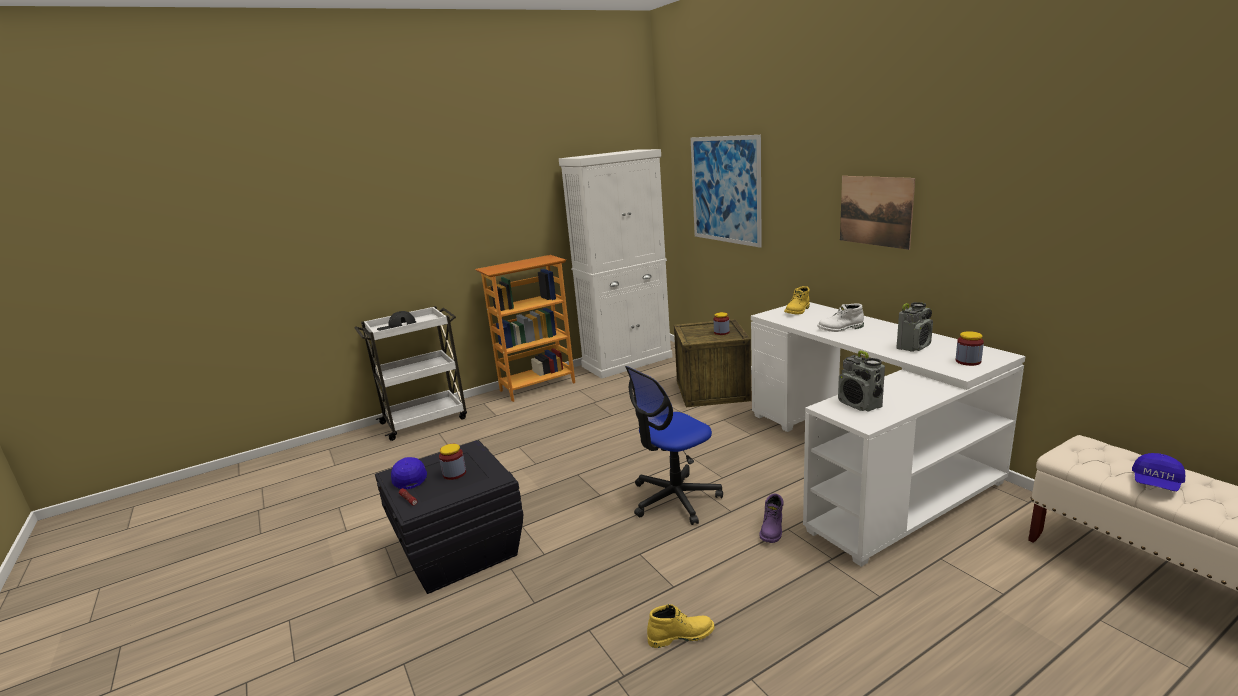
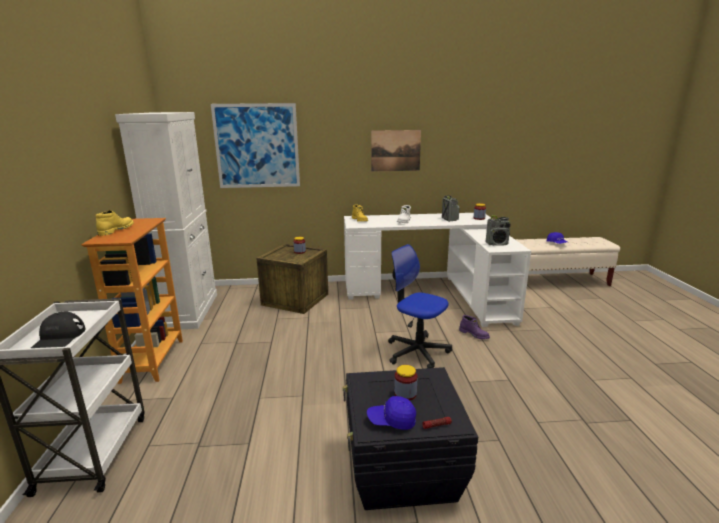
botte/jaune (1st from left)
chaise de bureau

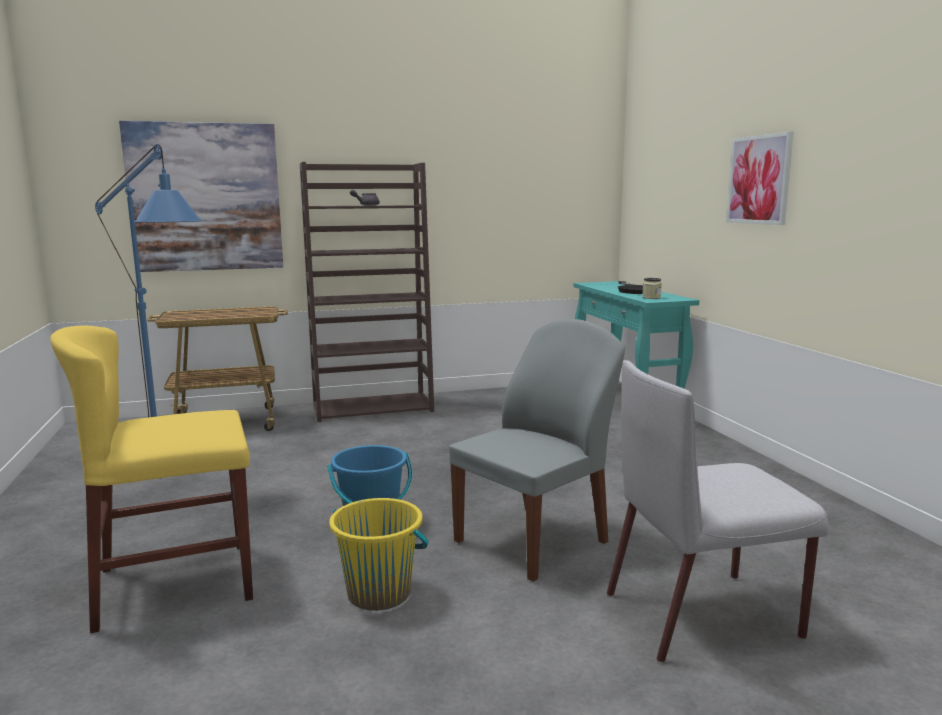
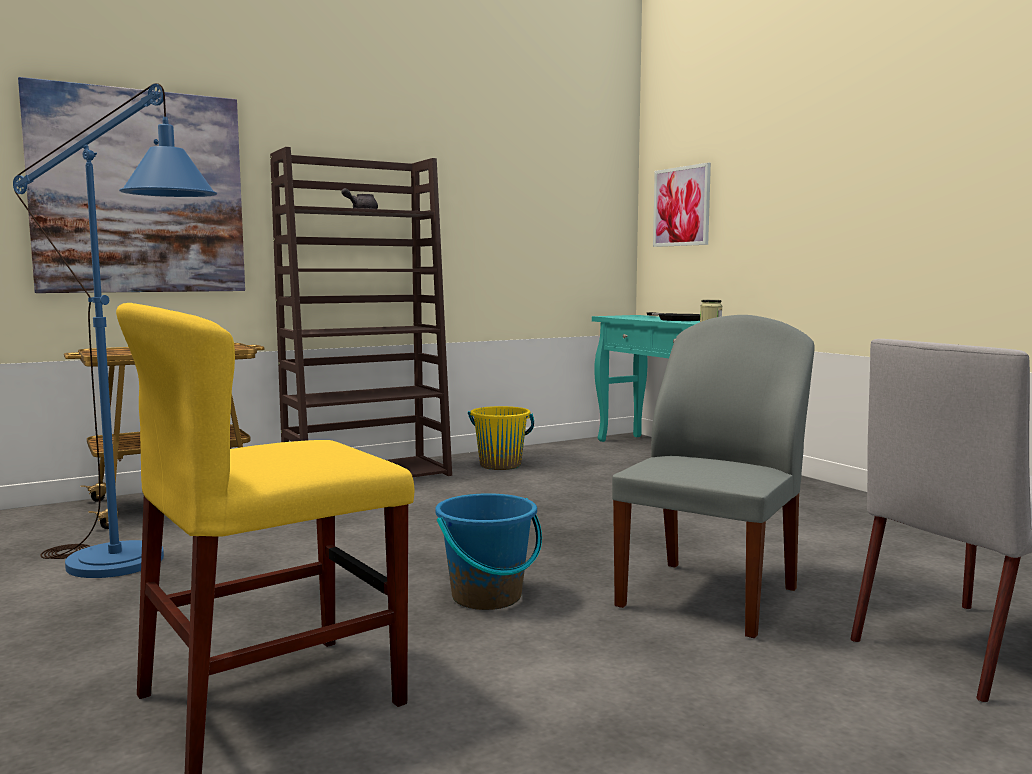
seau/jaune
tableau (2nd from left)

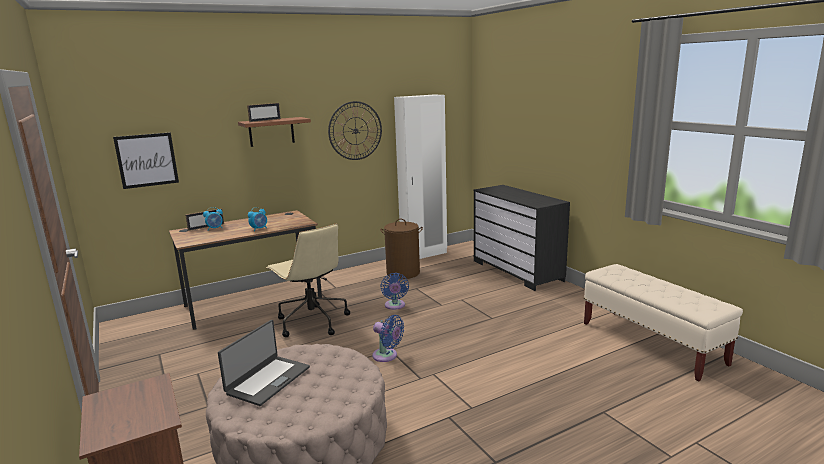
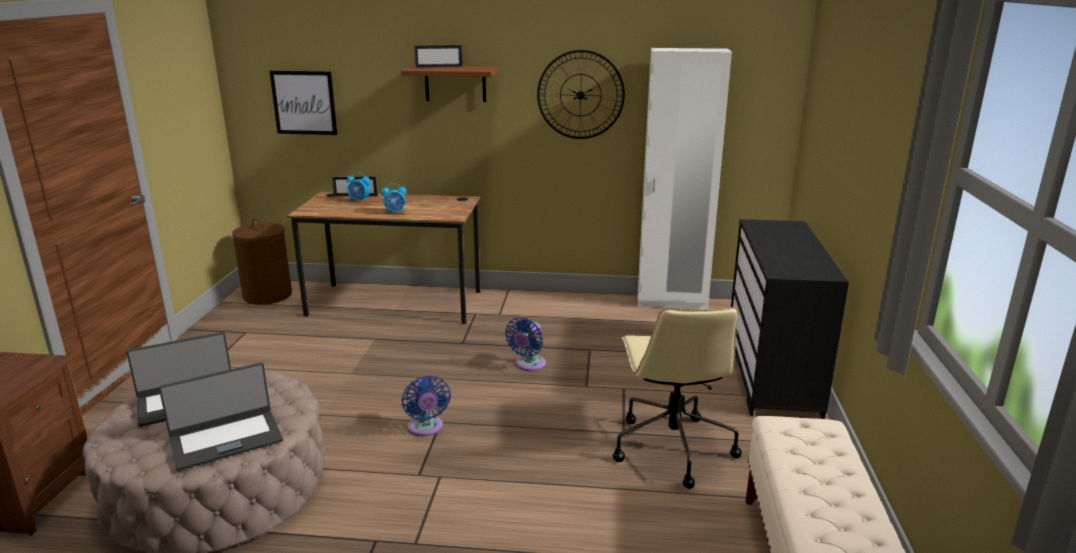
ordinateur portable (2nd from left)
panier à linge/marron
chaise de bureau/beige

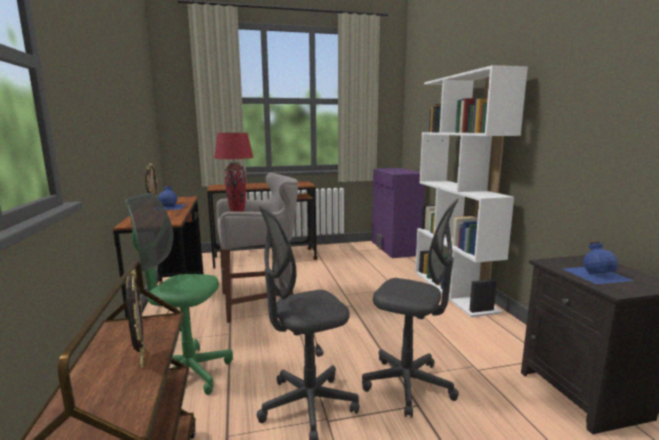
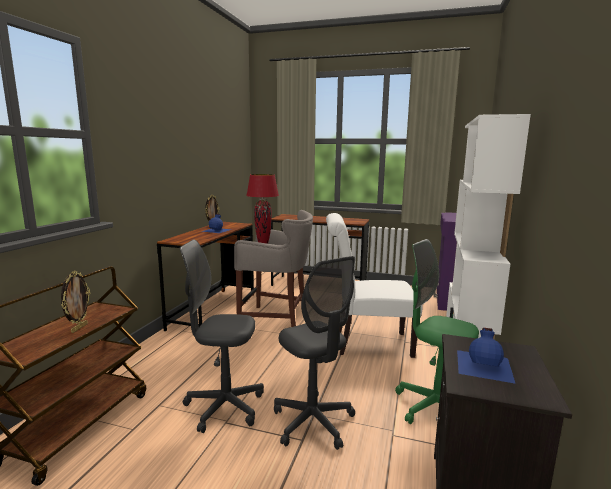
chaise/blanc
chaise de bureau/vert

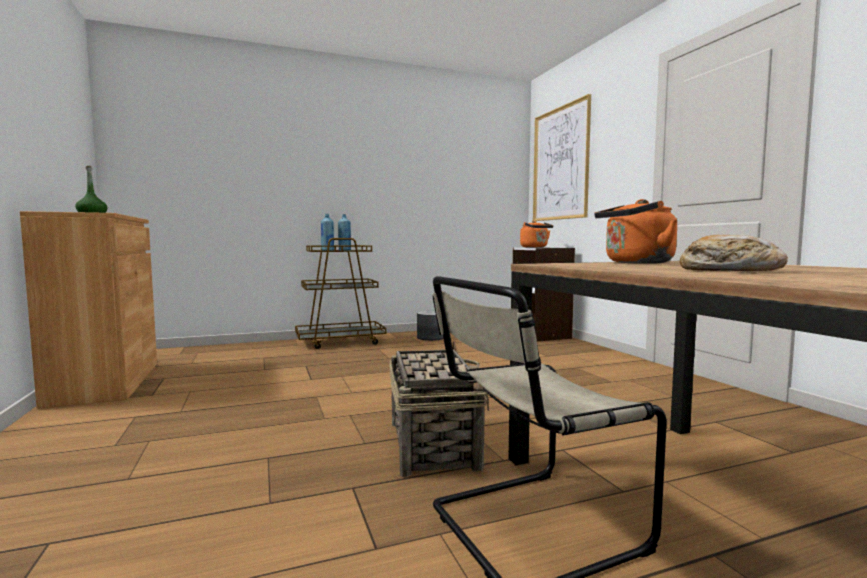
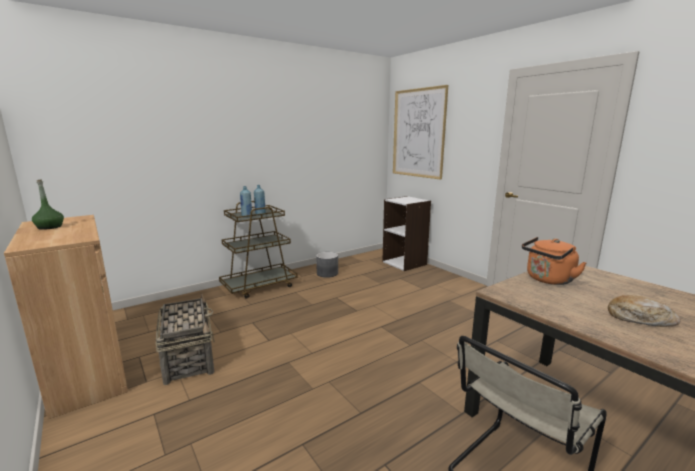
panier
bouilloire/orange (1st from left in the first image)

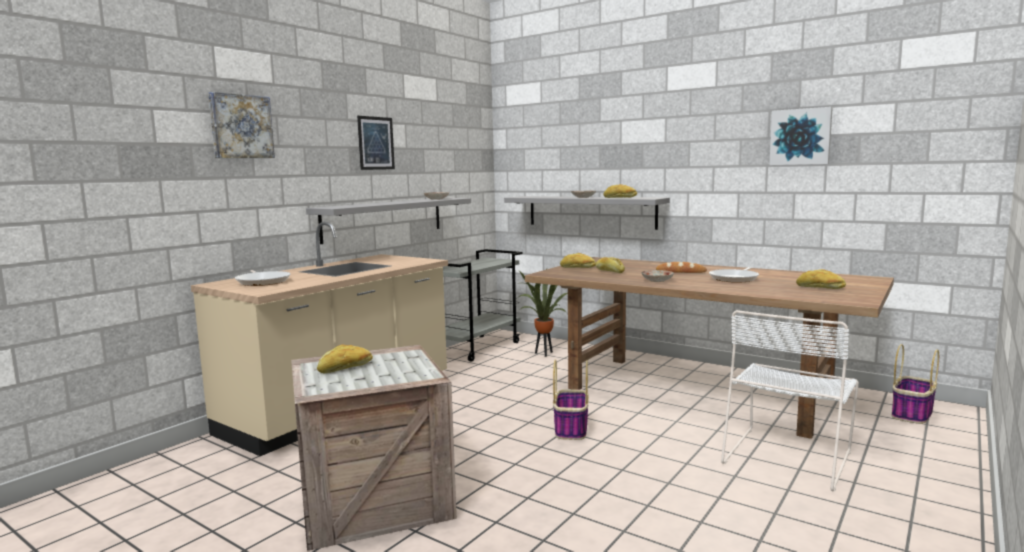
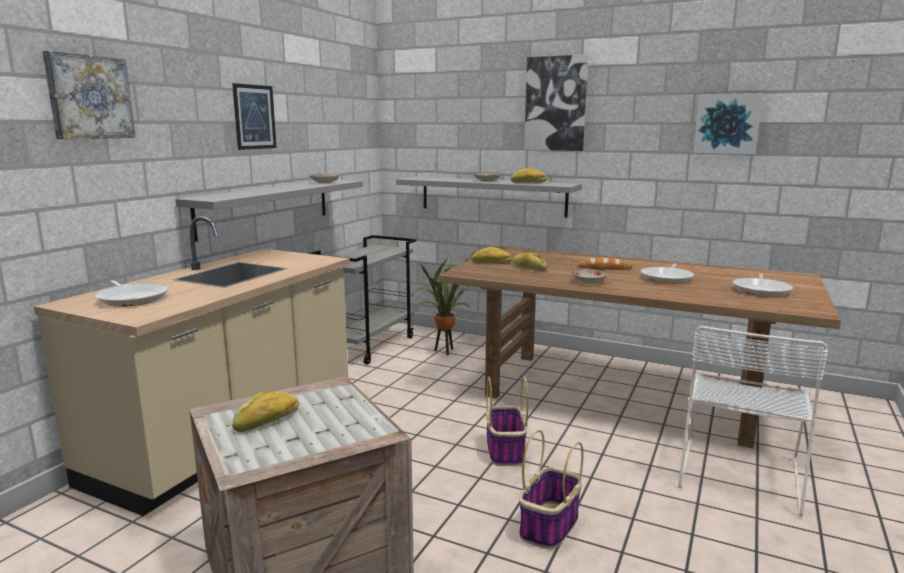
panier (2nd from left)
tableau (3rd from left)
poêle (3rd from left)

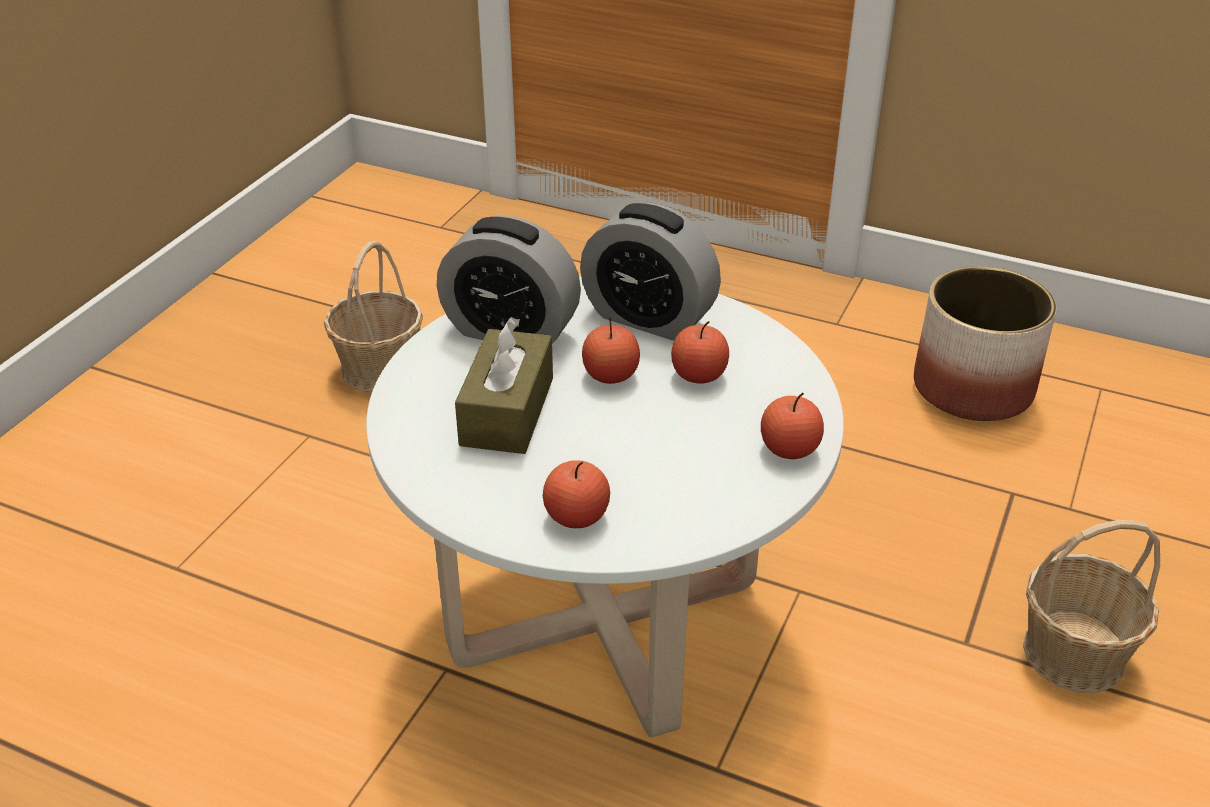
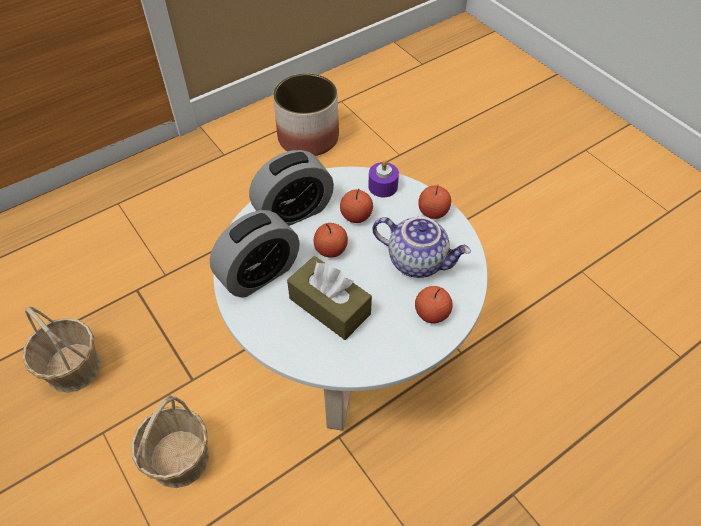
panier (2nd from left)
bougie/violet
théière

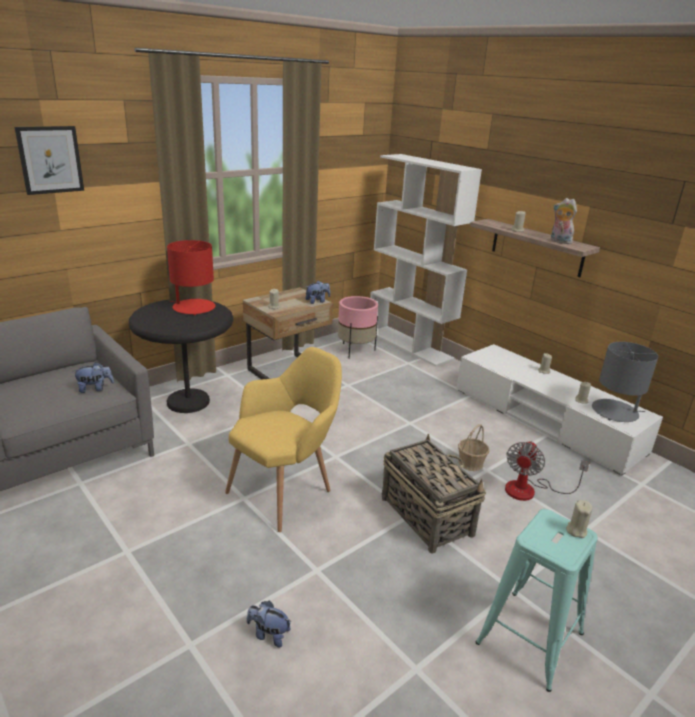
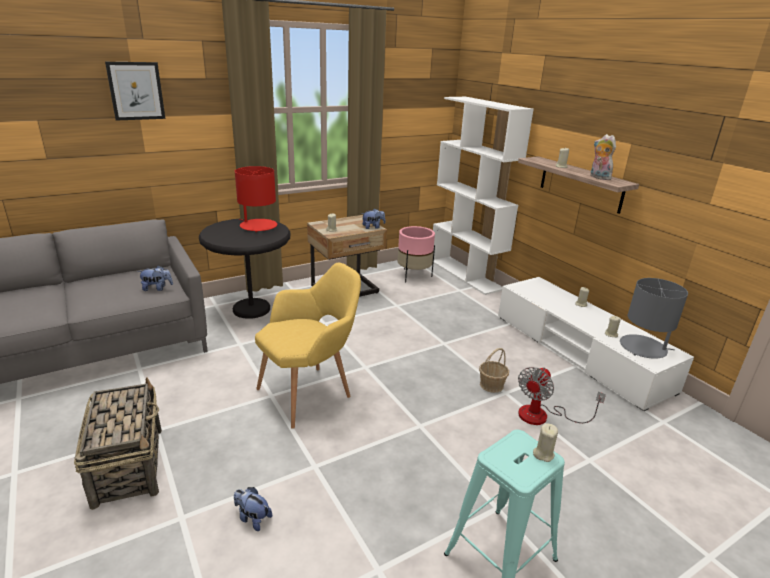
panier (1st from left)

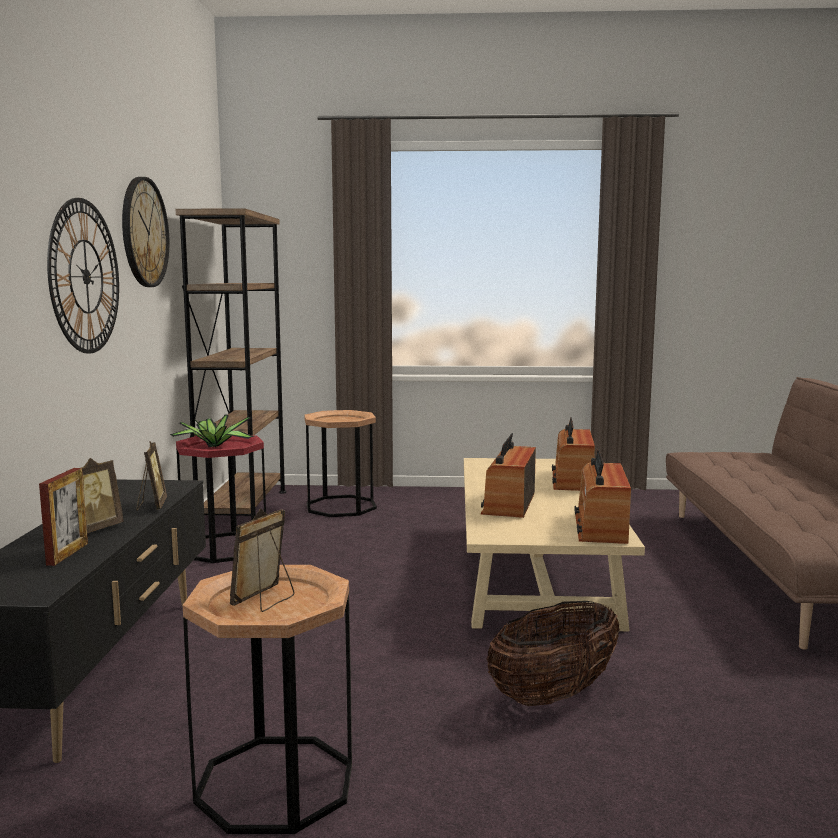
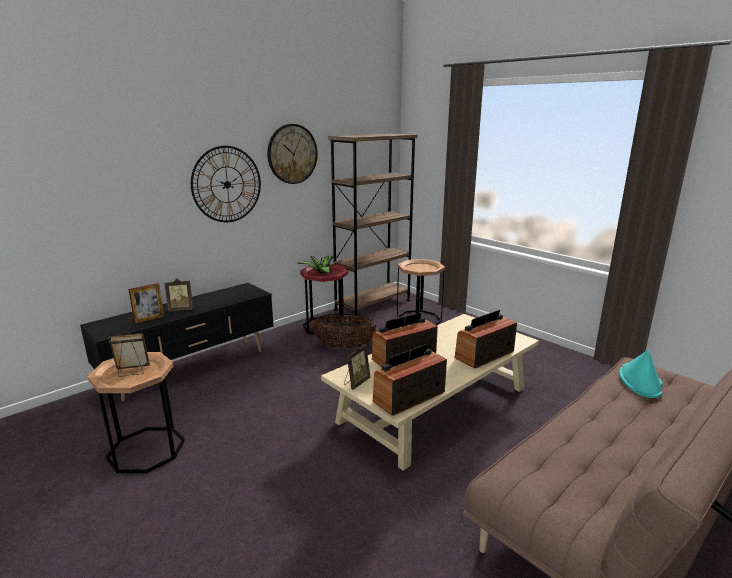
panier
cadre photo (4th from left)
chapeau/turquoise

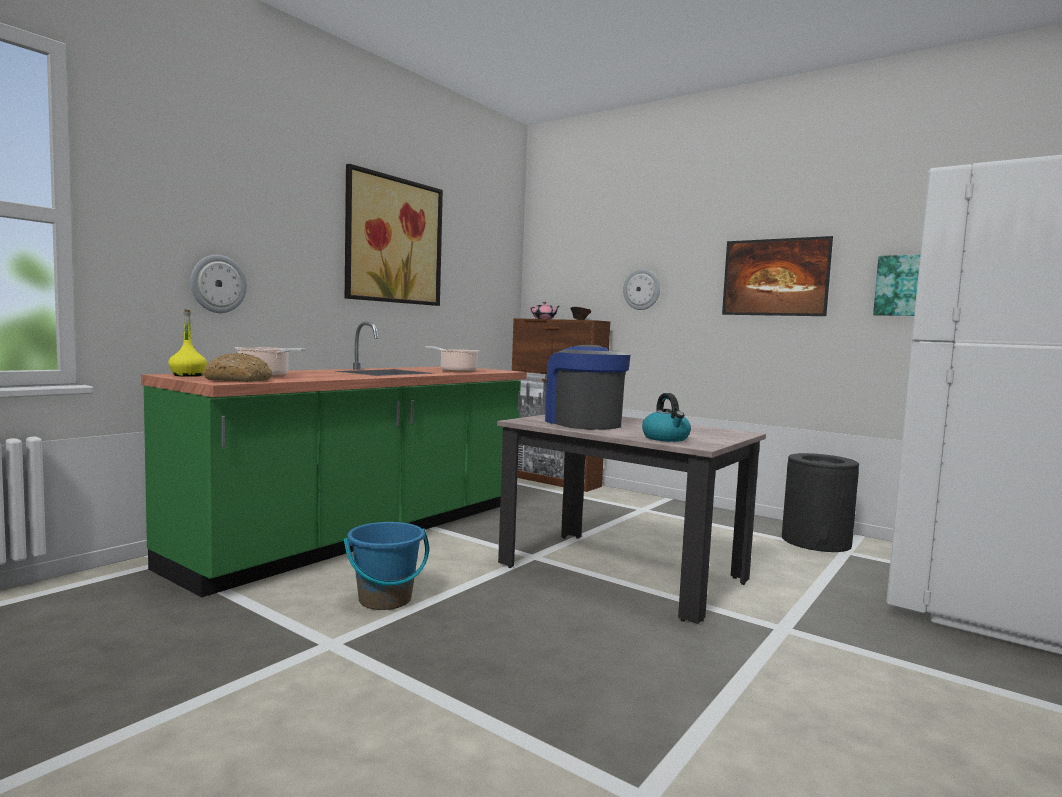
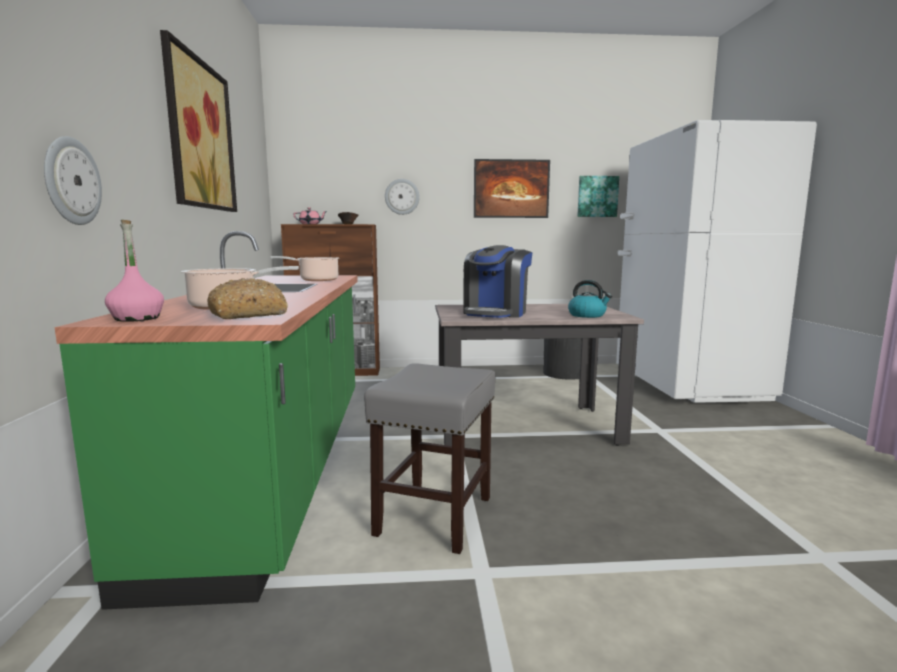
bouteille/rose
tabouret/gris
machine à café

